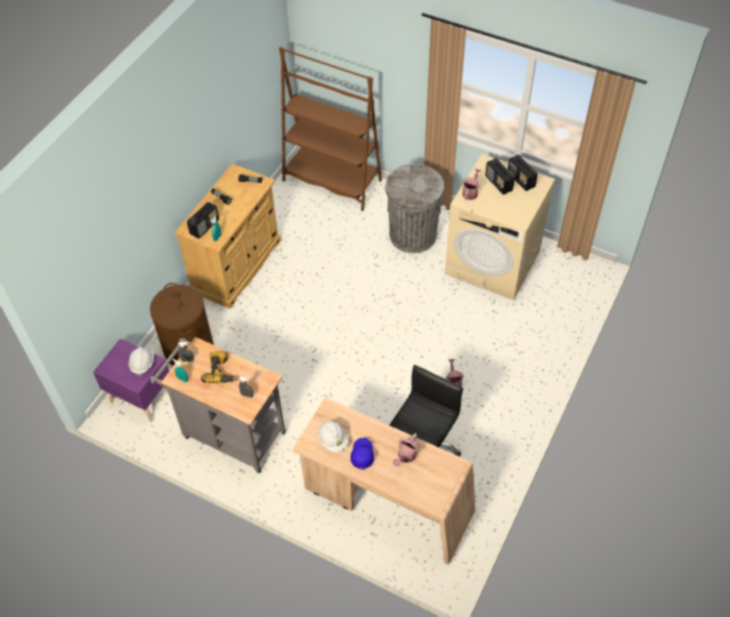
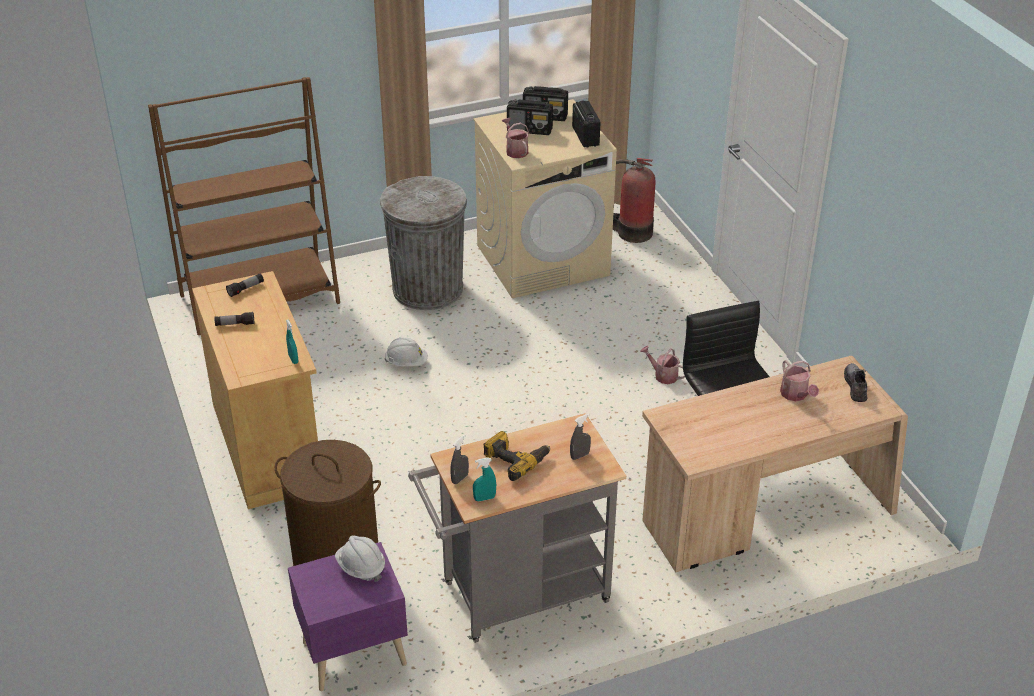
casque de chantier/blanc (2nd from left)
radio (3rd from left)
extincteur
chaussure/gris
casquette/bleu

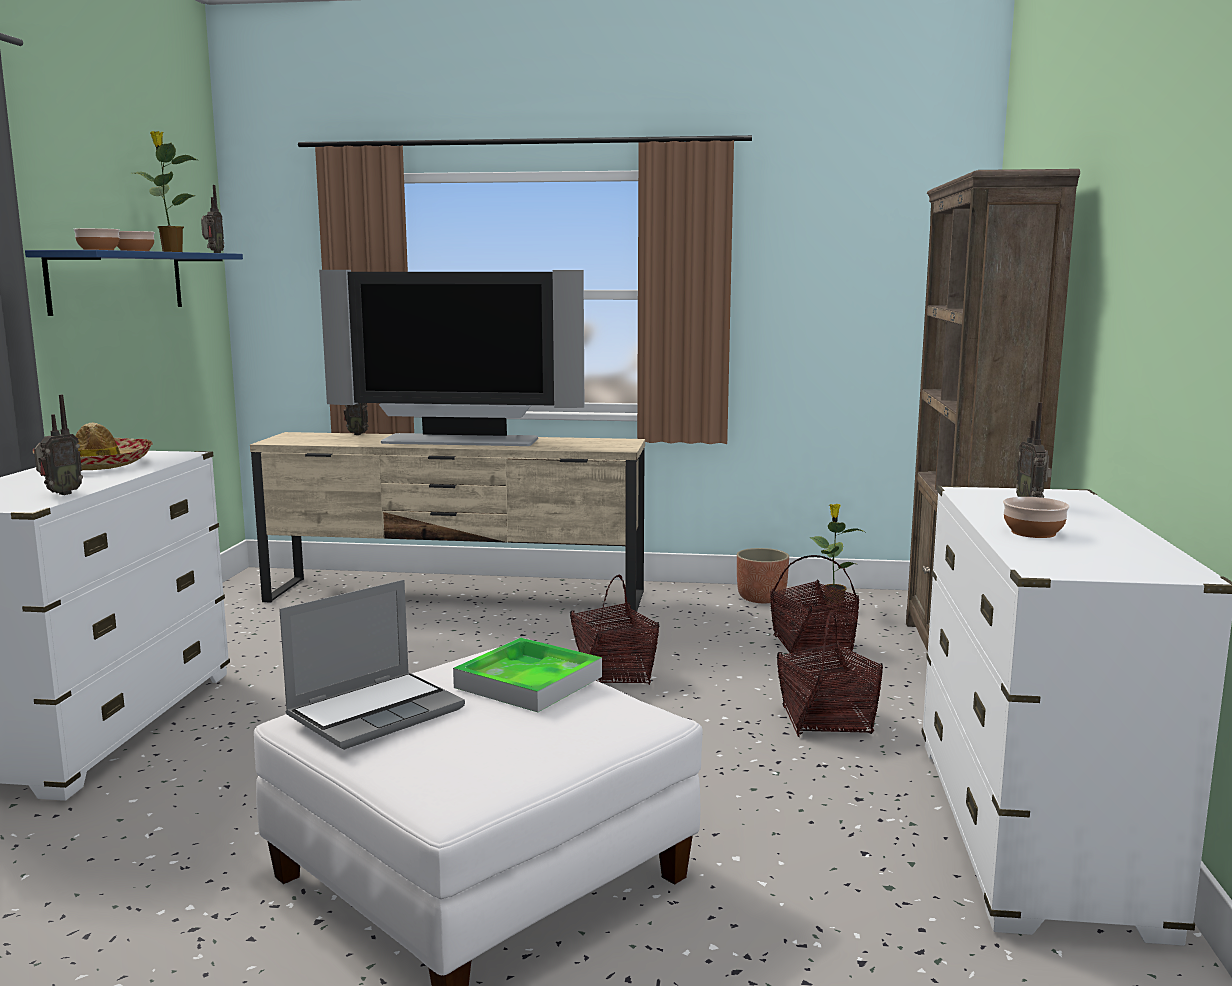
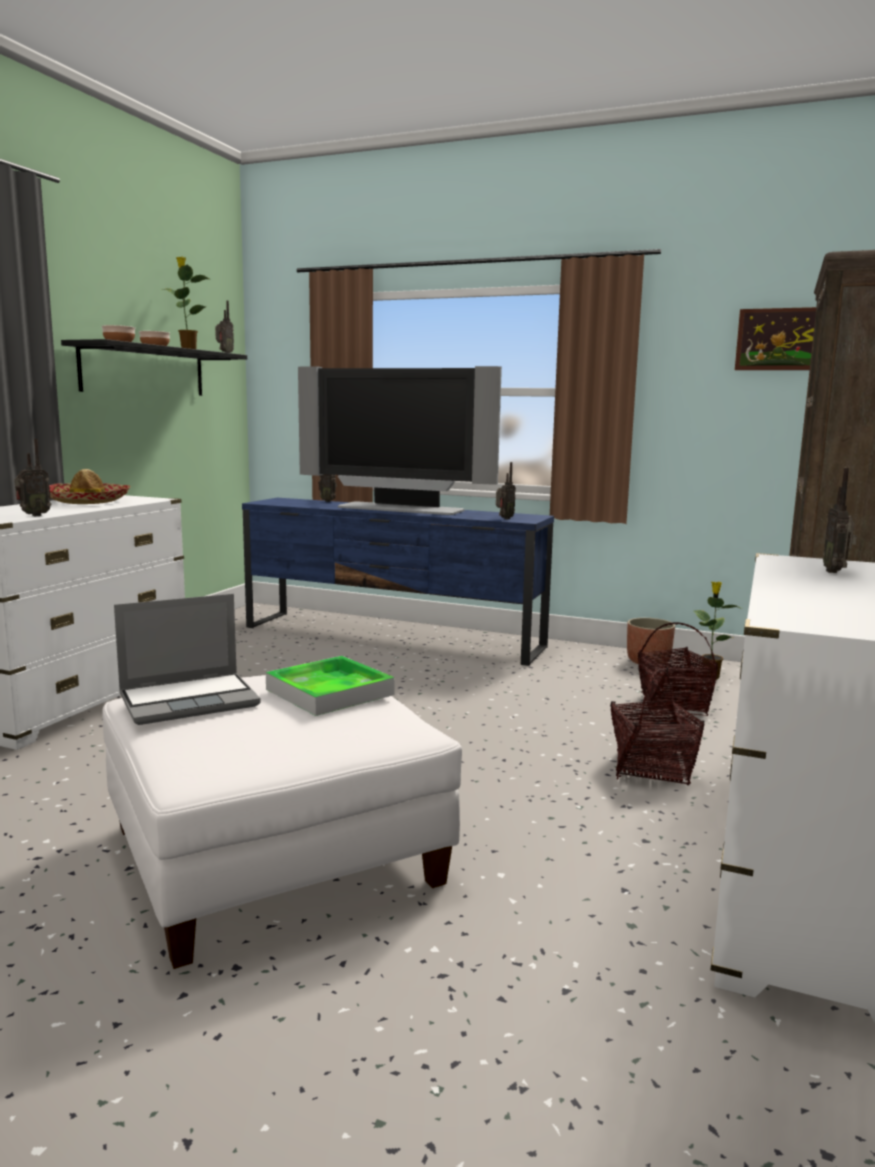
étagère/noir
meuble télé/bleu
radio (4th from left)
tableau
panier (1st from left in the first image)
bol (3rd from left in the first image)

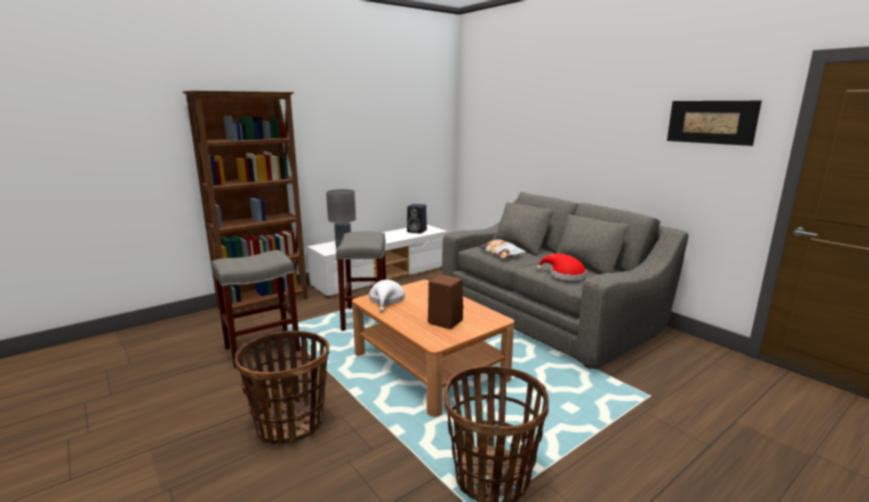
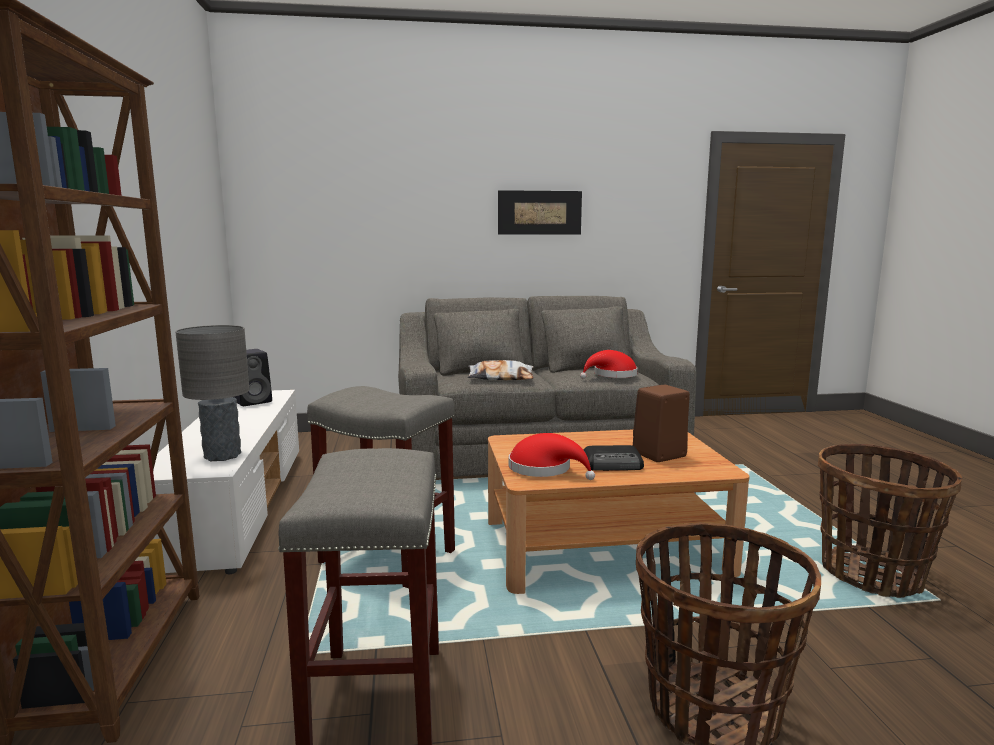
tableau
chapeau/rouge (1st from left)
radio

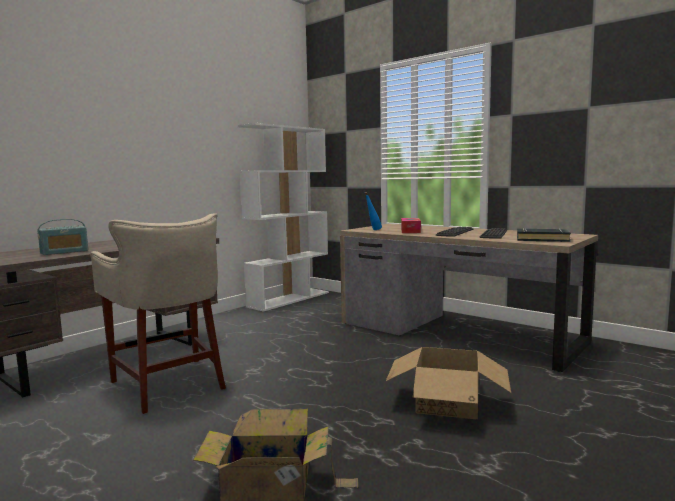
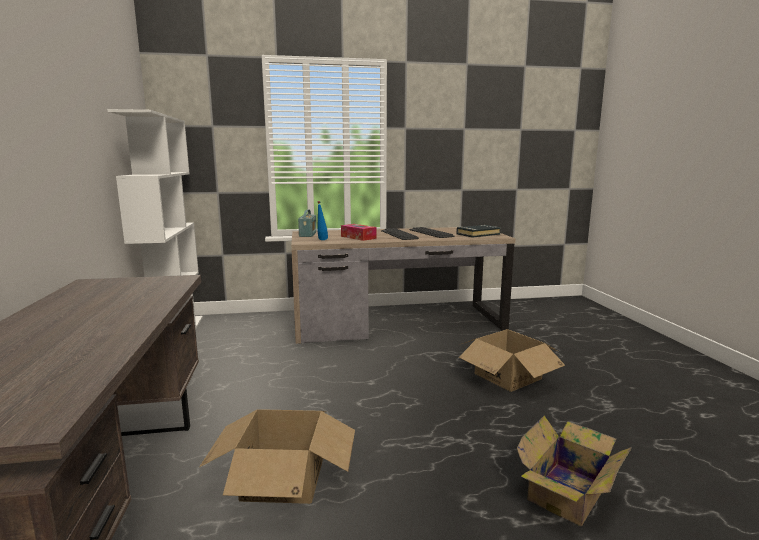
carton (1st from left)
radio

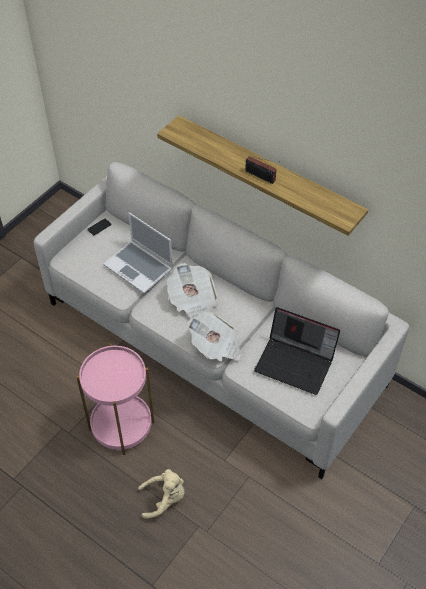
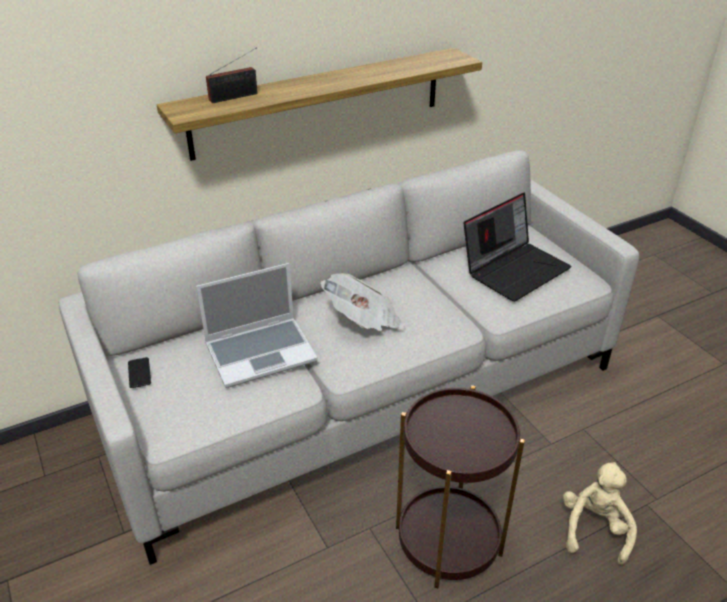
radio
table d'appoint/marron
journal (2nd from left in the first image)

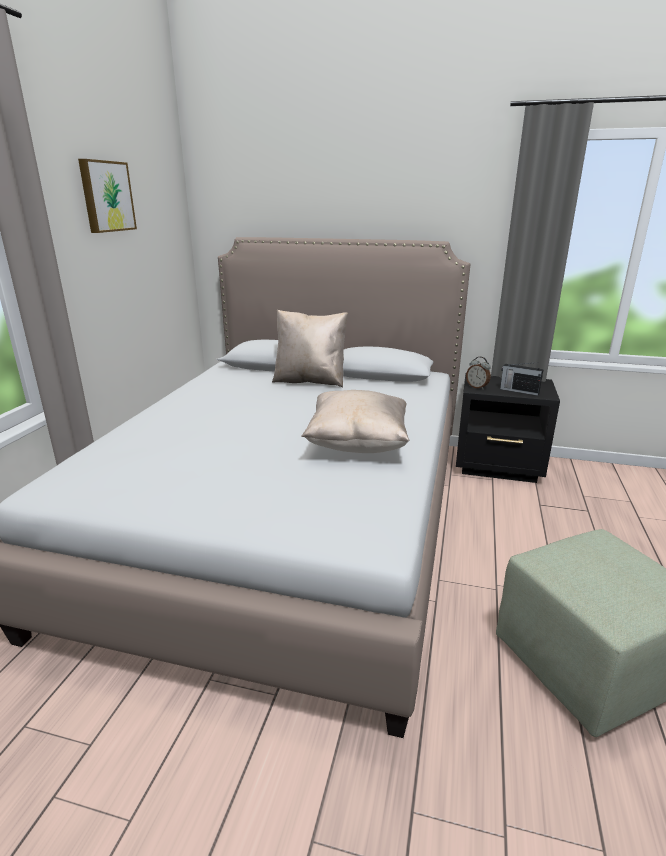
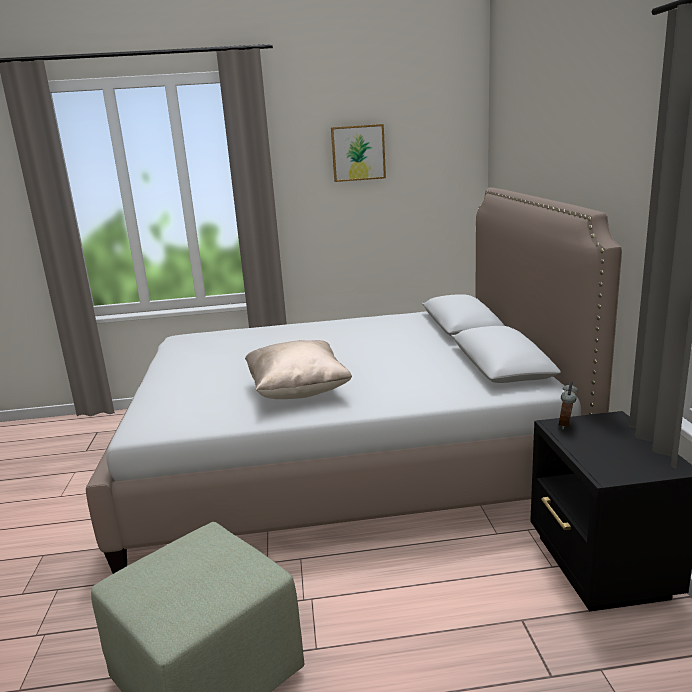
coussin/beige (1st from left in the first image)
radio

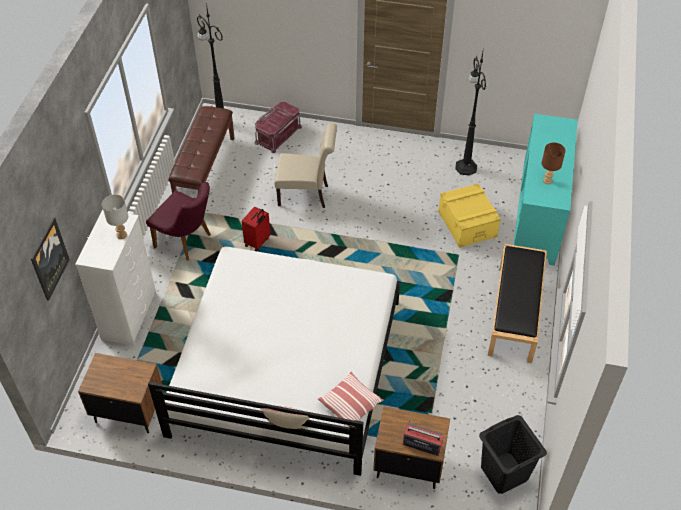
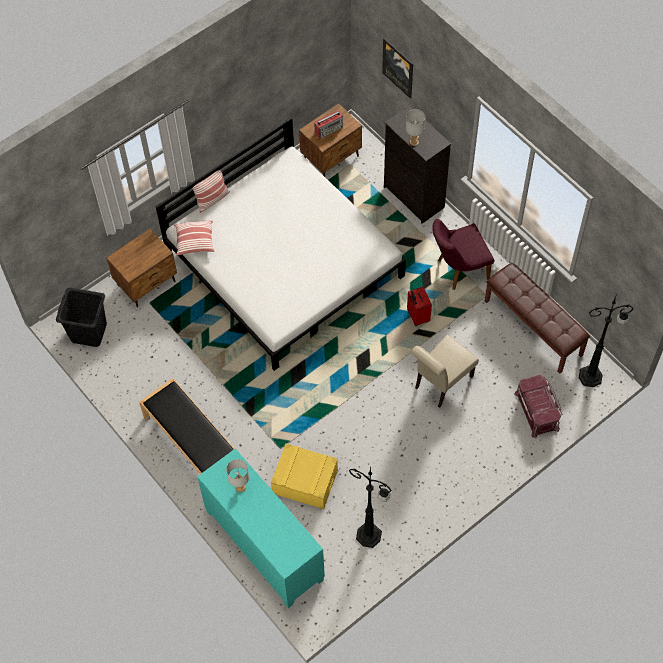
lampe de table/gris (1st from left)
radio
commode/noir

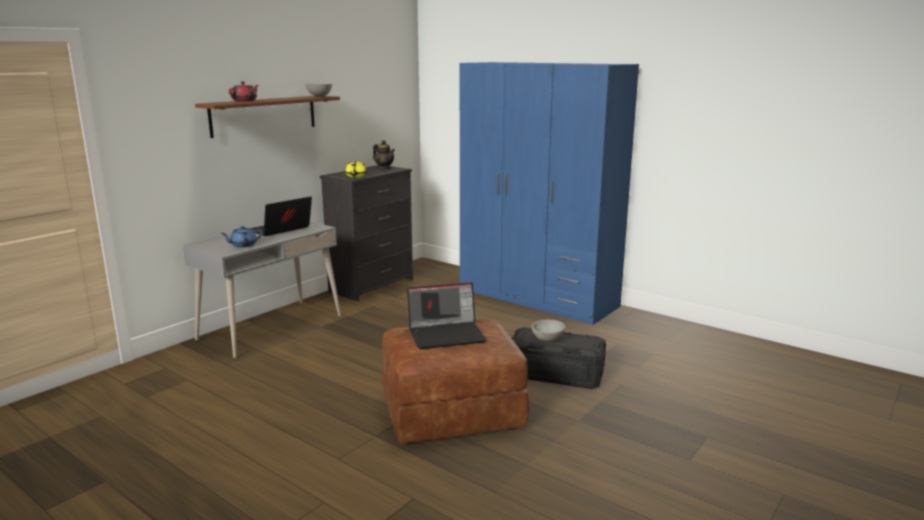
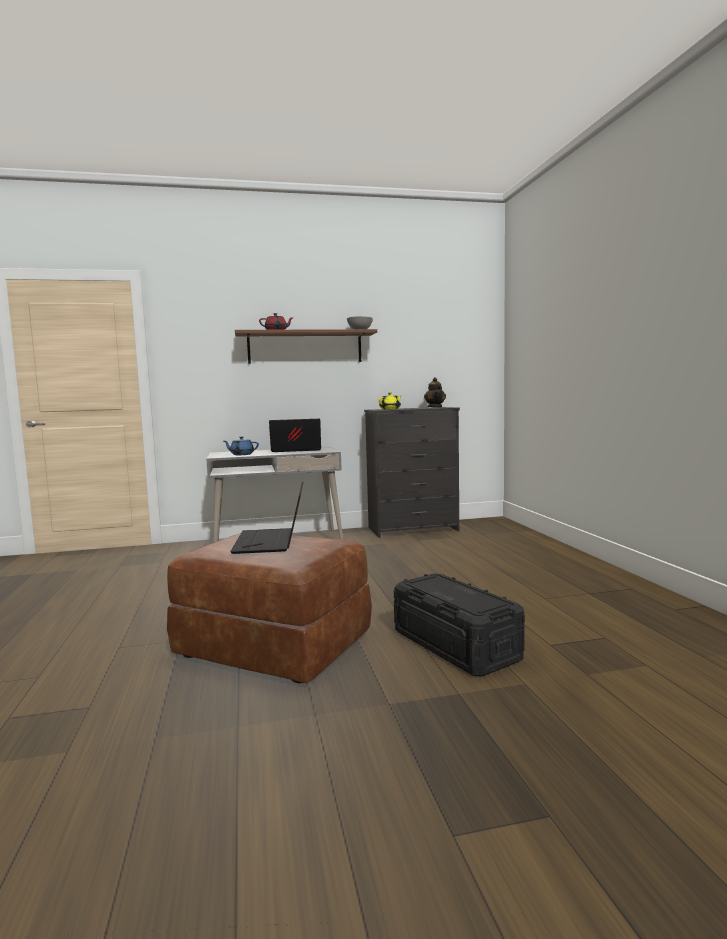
ordinateur portable (1st from left)
armoire/bleu
bol/gris (2nd from left in the first image)

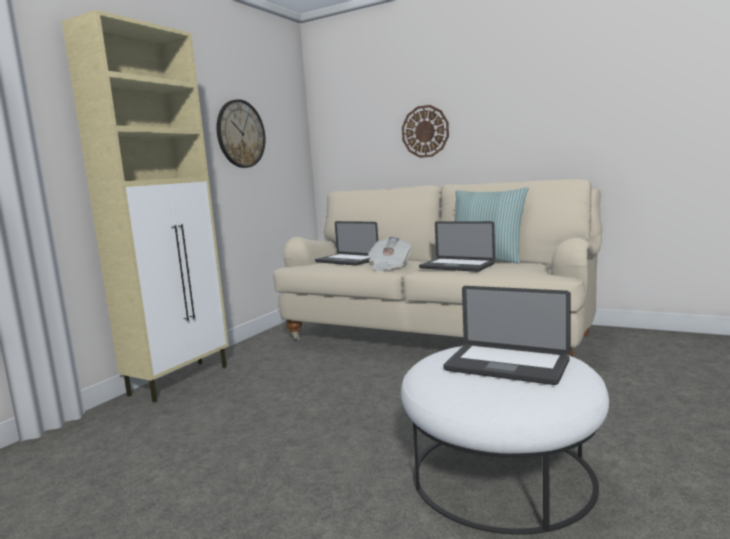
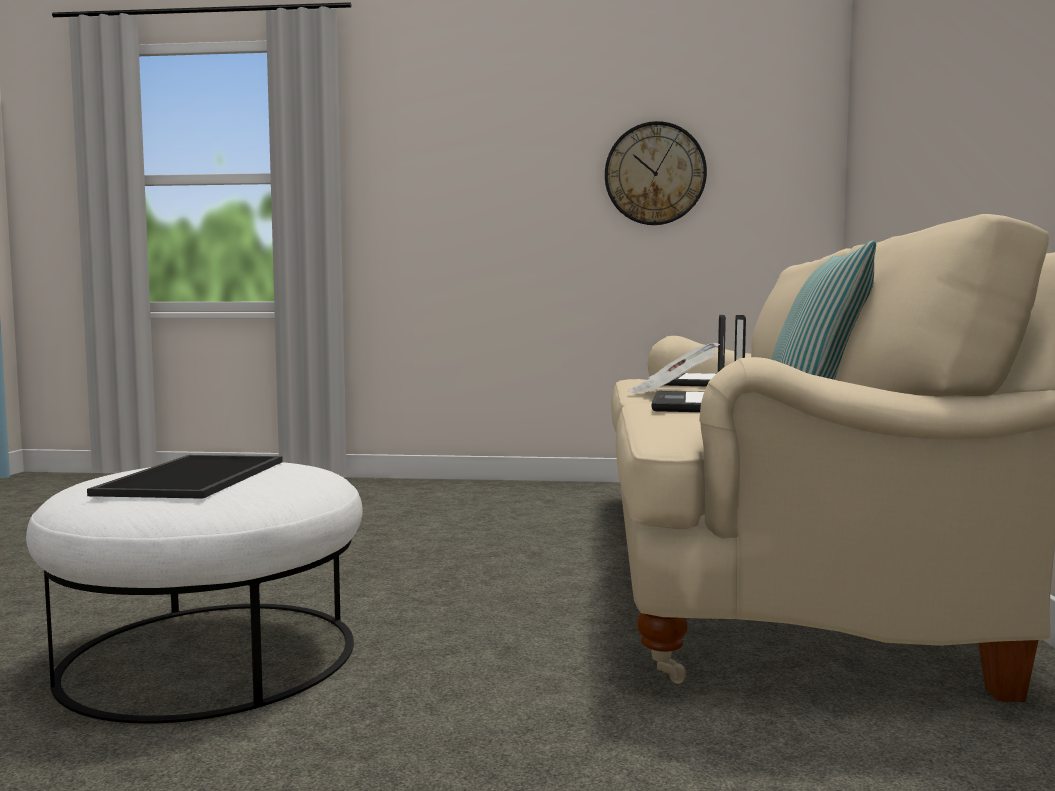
plateau
meuble de rangement/beige
horloge murale (2nd from left in the first image)

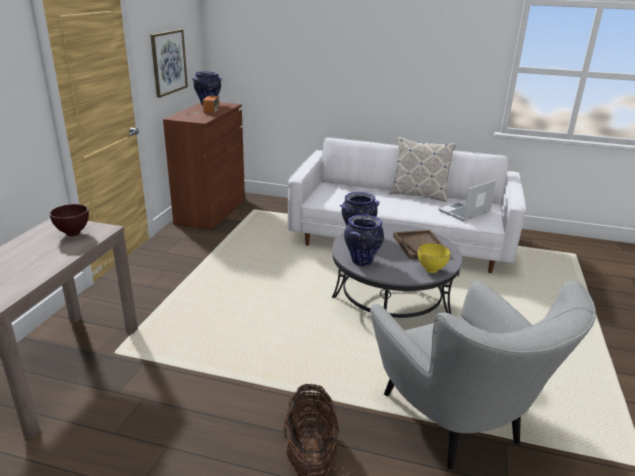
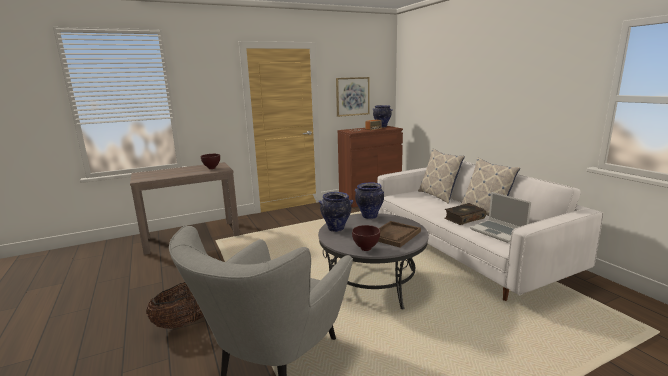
bol/marron (2nd from left)
coussin (1st from left)
livre
ordinateur portable

